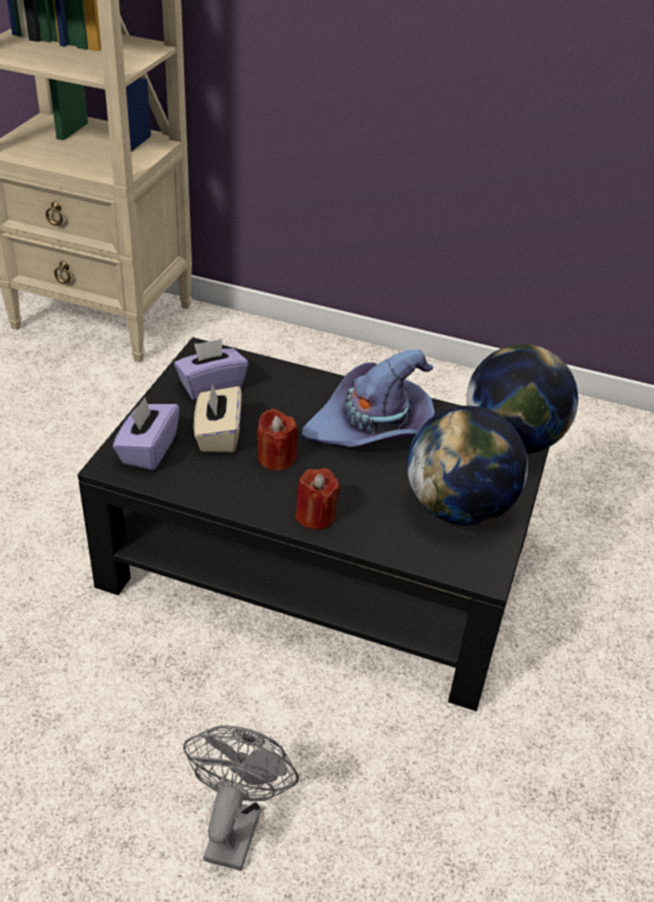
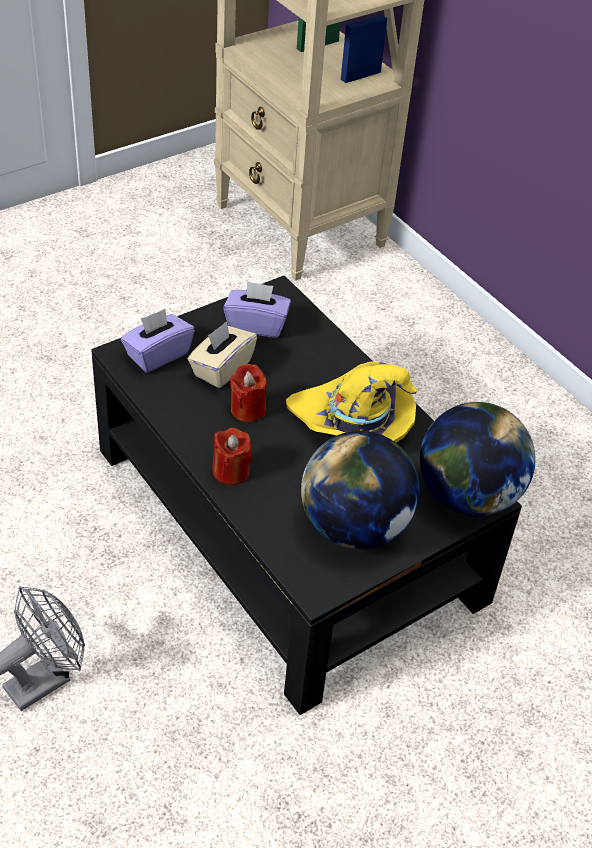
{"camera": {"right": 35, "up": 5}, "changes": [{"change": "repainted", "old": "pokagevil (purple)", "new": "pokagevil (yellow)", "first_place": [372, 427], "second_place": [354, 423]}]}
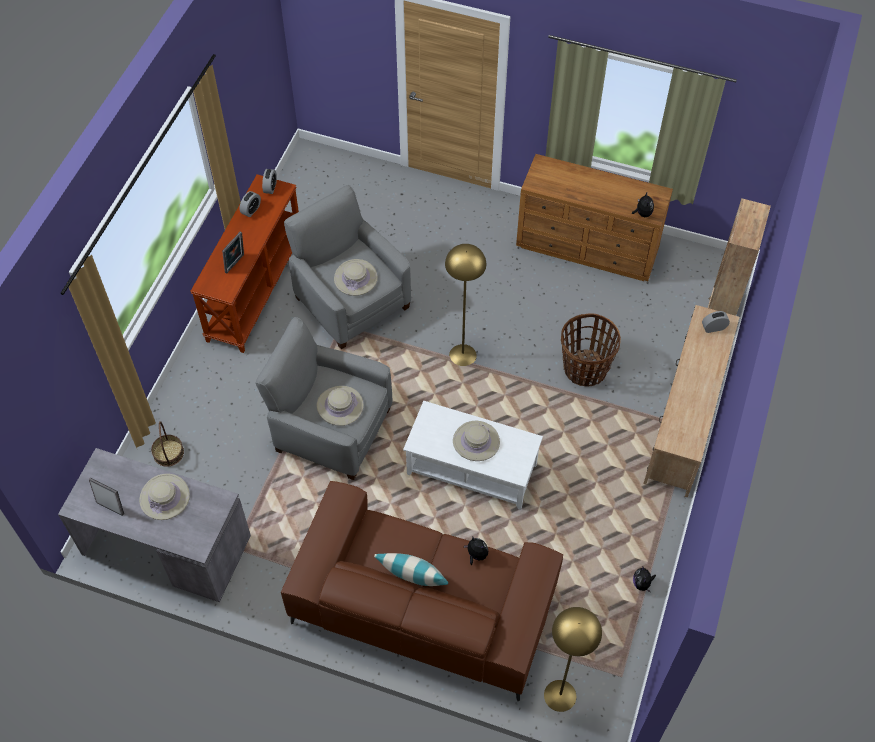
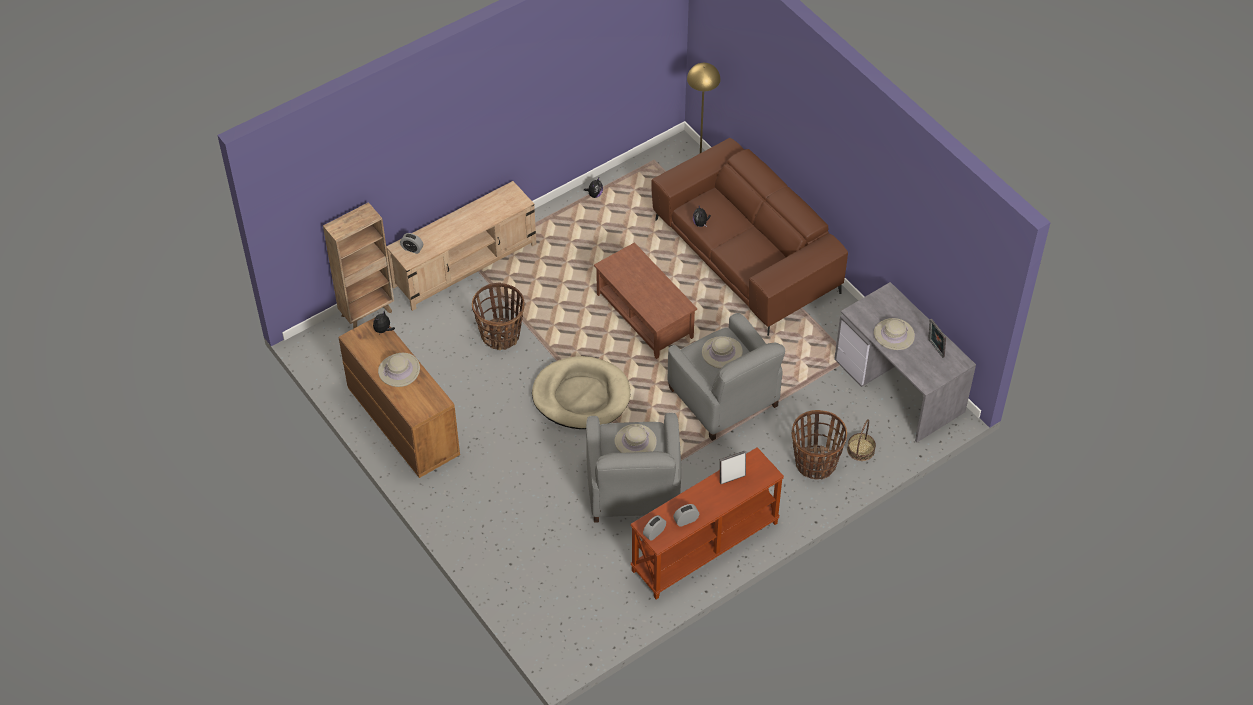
{"camera": {"right": -145, "up": -5}, "changes": [{"change": "gone", "old": "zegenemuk", "first_place": [412, 581]}, {"change": "new", "new": "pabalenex", "second_place": [815, 463]}, {"change": "shifted", "old": "pokagevil (beige)", "first_place": [476, 442], "second_place": [399, 370]}, {"change": "swapped", "old": "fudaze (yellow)", "new": "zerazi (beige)", "first_place": [463, 355], "second_place": [581, 396]}, {"change": "repainted", "old": "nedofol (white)", "new": "nedofol (brown)", "first_place": [471, 470], "second_place": [645, 316]}]}
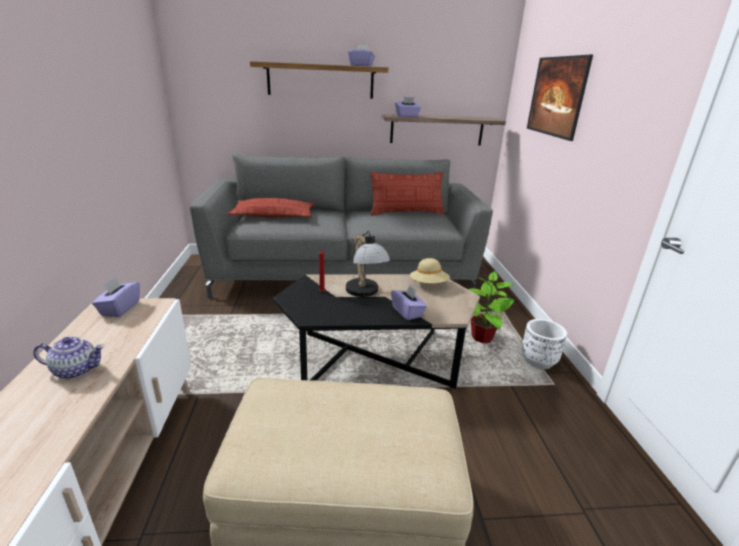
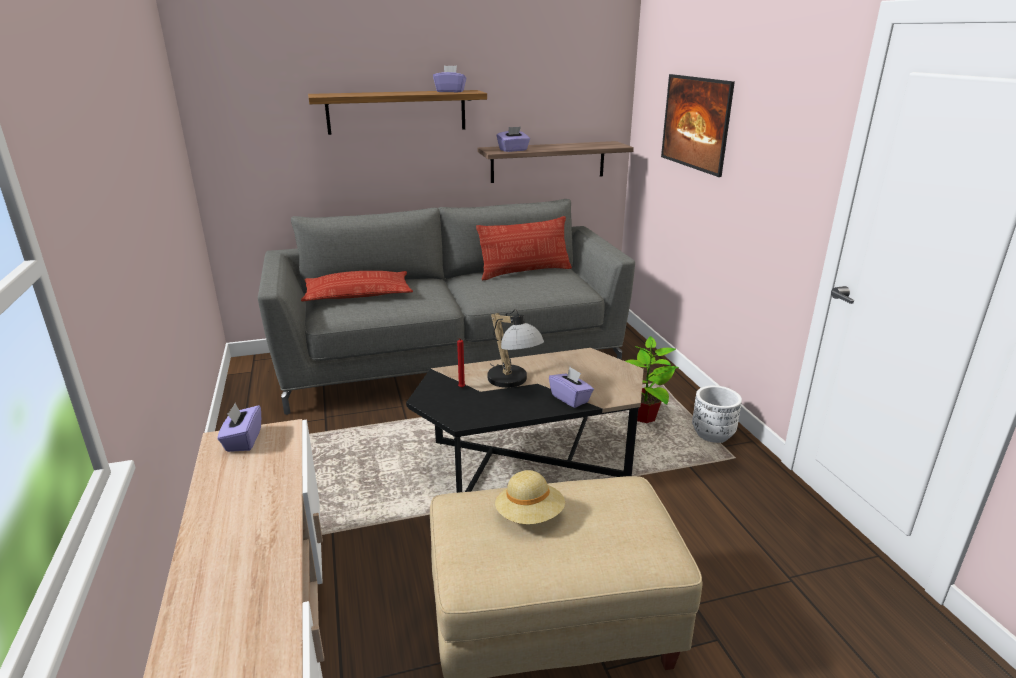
{"camera": {"right": -10, "up": 0}, "changes": [{"change": "gone", "old": "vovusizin", "first_place": [76, 370]}, {"change": "shifted", "old": "pokagevil (beige)", "first_place": [429, 284], "second_place": [530, 516]}]}
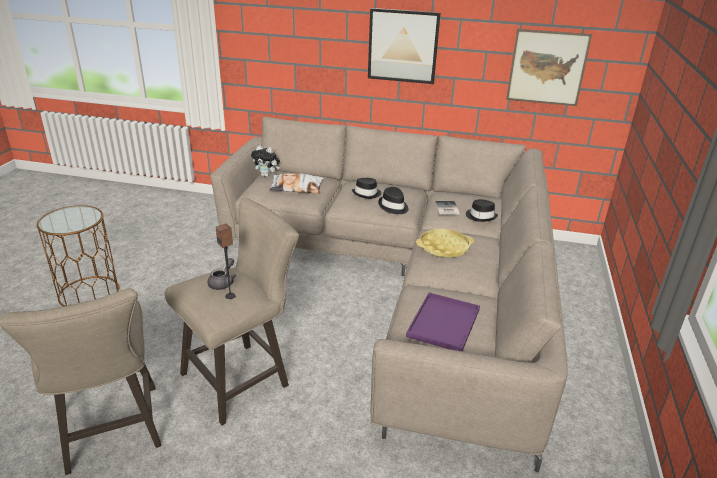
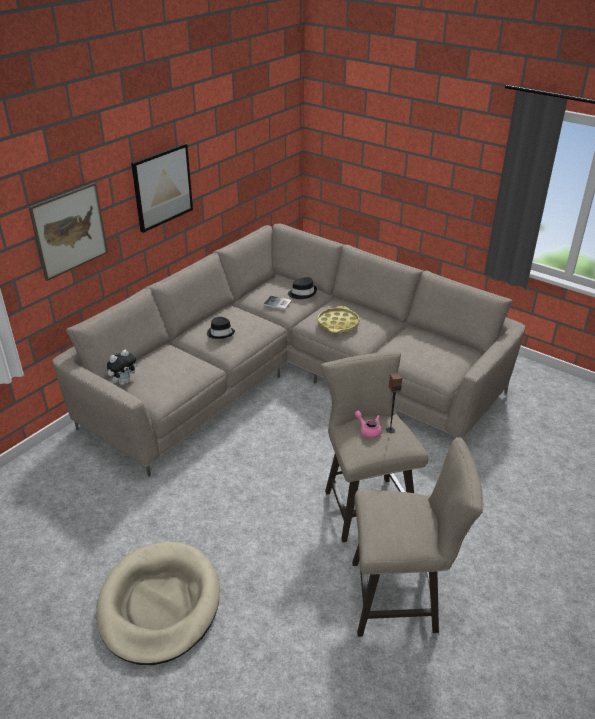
{"camera": {"right": -65, "up": 5}, "changes": [{"change": "gone", "old": "zegenemuk", "first_place": [296, 187]}, {"change": "gone", "old": "pokagevil (black)", "first_place": [393, 206]}, {"change": "gone", "old": "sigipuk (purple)", "first_place": [444, 324]}, {"change": "shifted", "old": "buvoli", "first_place": [547, 67], "second_place": [70, 231]}, {"change": "swapped", "old": "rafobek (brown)", "new": "zerazi (beige)", "first_place": [88, 293], "second_place": [159, 605]}, {"change": "repainted", "old": "vovusizin (grey)", "new": "vovusizin (pink)", "first_place": [223, 282], "second_place": [368, 430]}]}
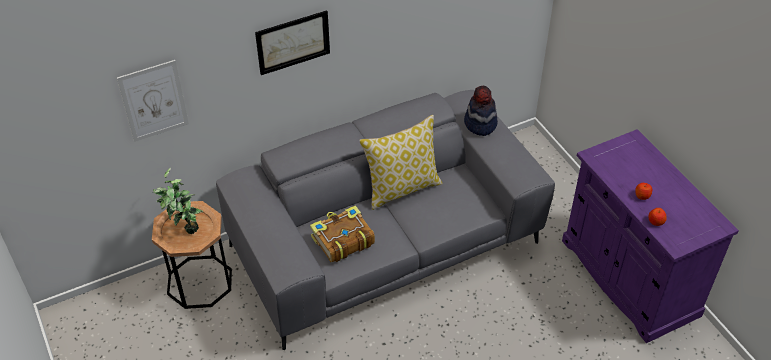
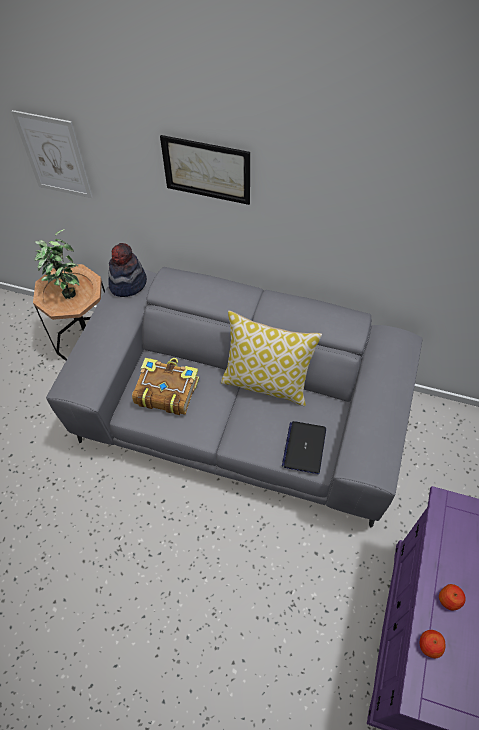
{"camera": {"right": 45, "up": 10}, "changes": [{"change": "new", "new": "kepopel", "second_place": [304, 447]}, {"change": "shifted", "old": "pokagevil", "first_place": [480, 124], "second_place": [127, 283]}]}
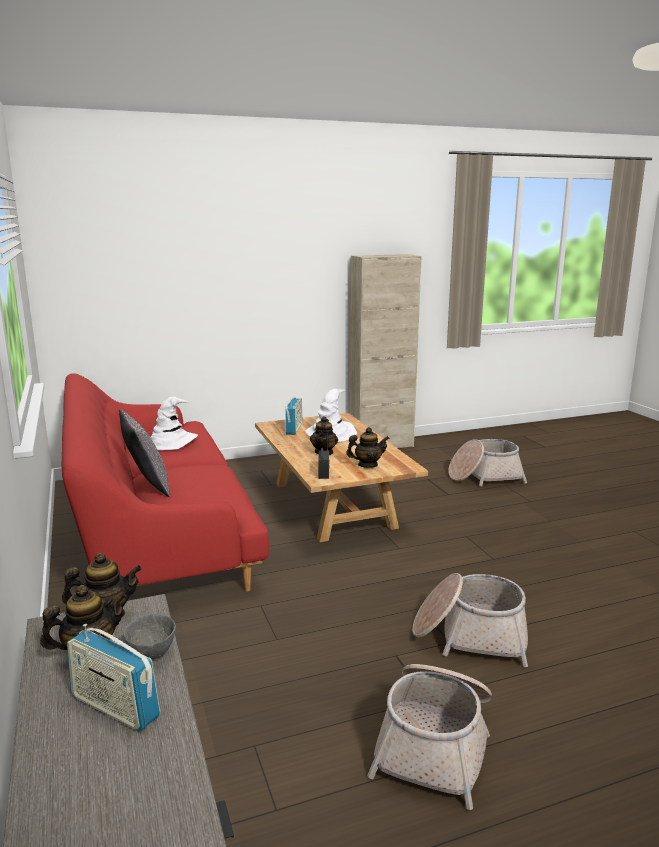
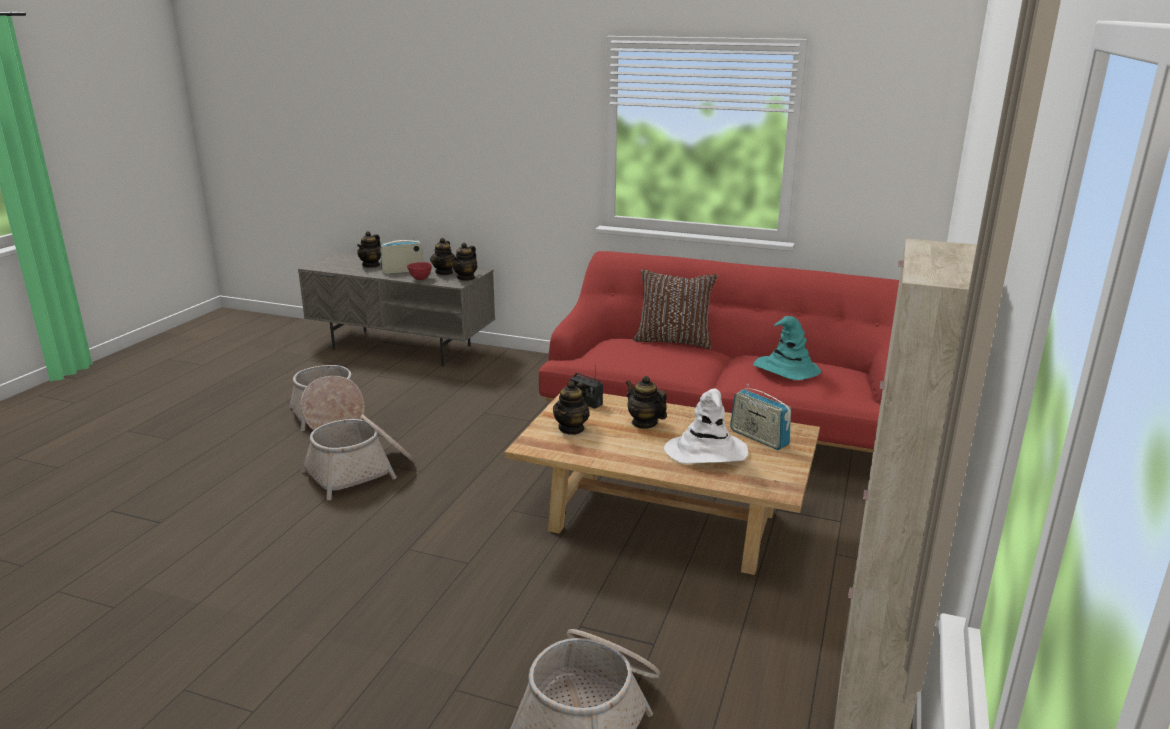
{"camera": {"right": 130, "up": 5}, "changes": [{"change": "new", "new": "vovusizin", "second_place": [371, 265]}, {"change": "repainted", "old": "zegenemuk (grey)", "new": "zegenemuk (brown)", "first_place": [147, 485], "second_place": [673, 341]}, {"change": "repainted", "old": "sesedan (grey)", "new": "sesedan (red)", "first_place": [153, 654], "second_place": [420, 279]}, {"change": "repainted", "old": "pokagevil (white)", "new": "pokagevil (turquoise)", "first_place": [171, 442], "second_place": [786, 369]}]}
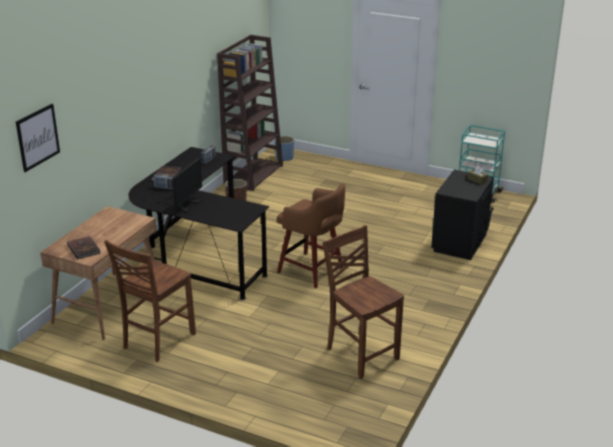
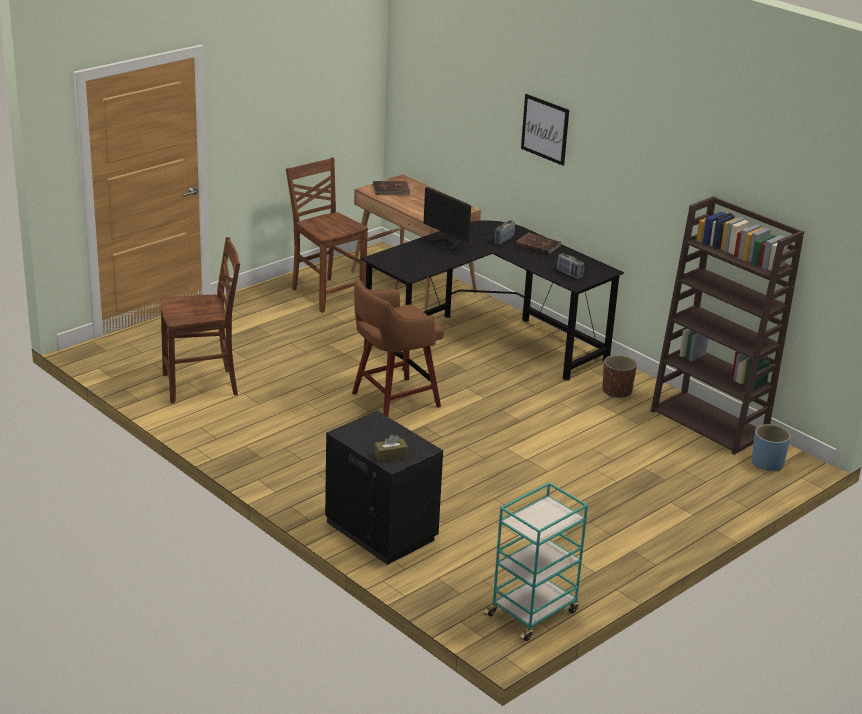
{"camera": {"right": 110, "up": 0}, "changes": [{"change": "shifted", "old": "buvoli", "first_place": [38, 137], "second_place": [545, 129]}]}
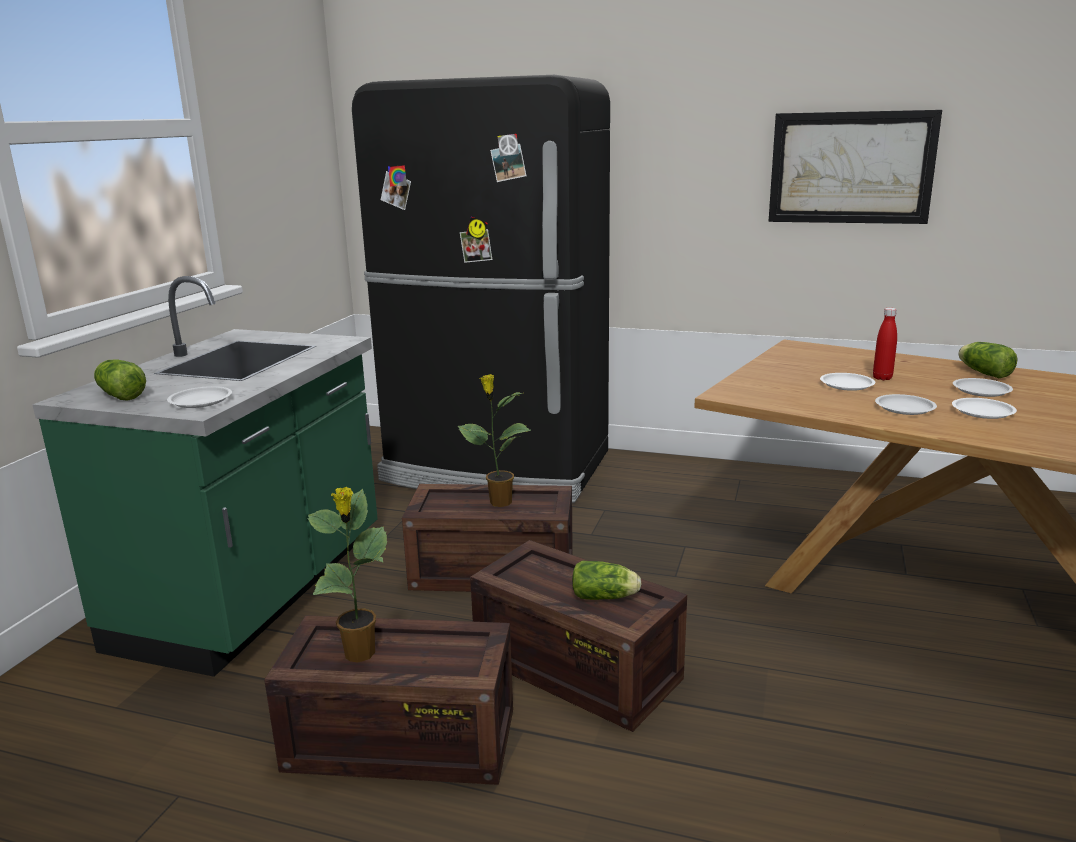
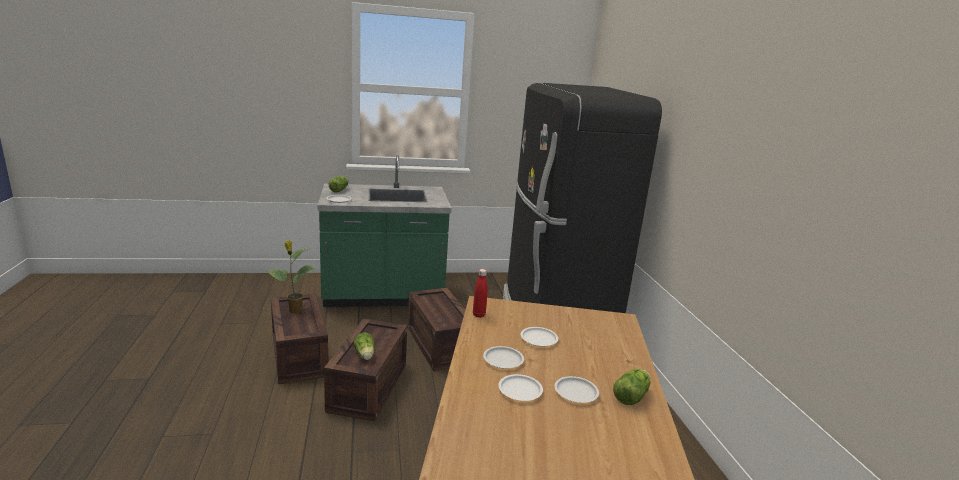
{"camera": {"right": 60, "up": 0}, "changes": [{"change": "gone", "old": "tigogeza", "first_place": [499, 502]}, {"change": "gone", "old": "buvoli", "first_place": [851, 168]}, {"change": "shifted", "old": "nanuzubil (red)", "first_place": [882, 378], "second_place": [479, 315]}]}
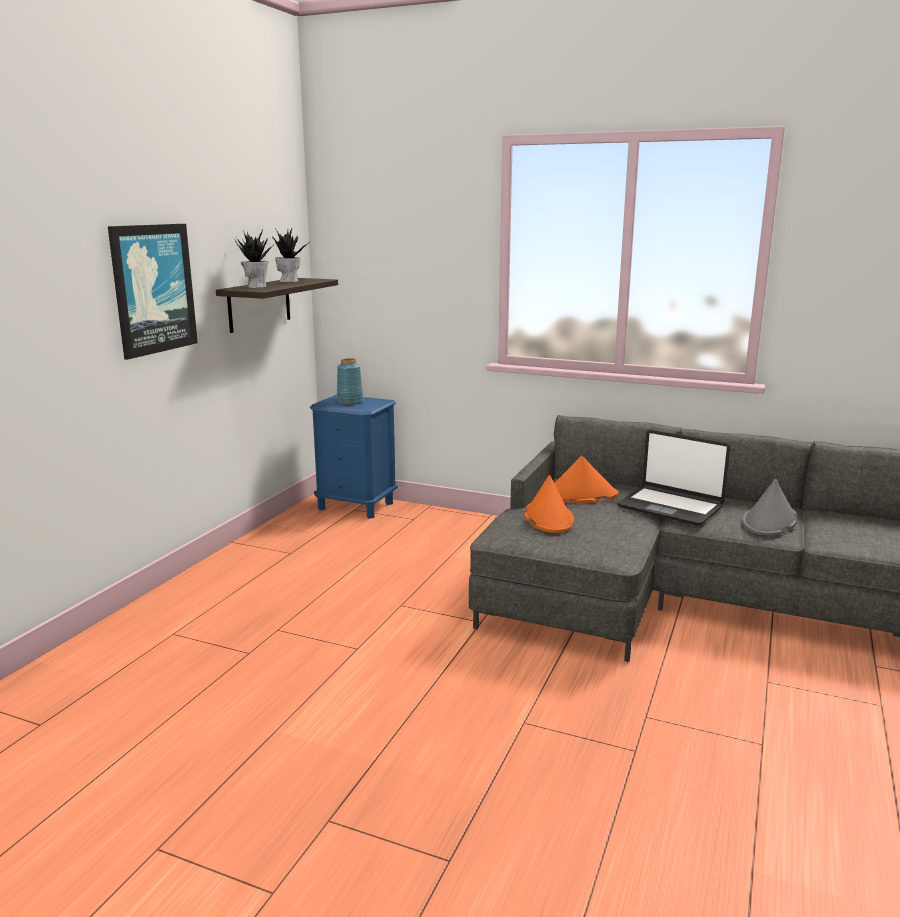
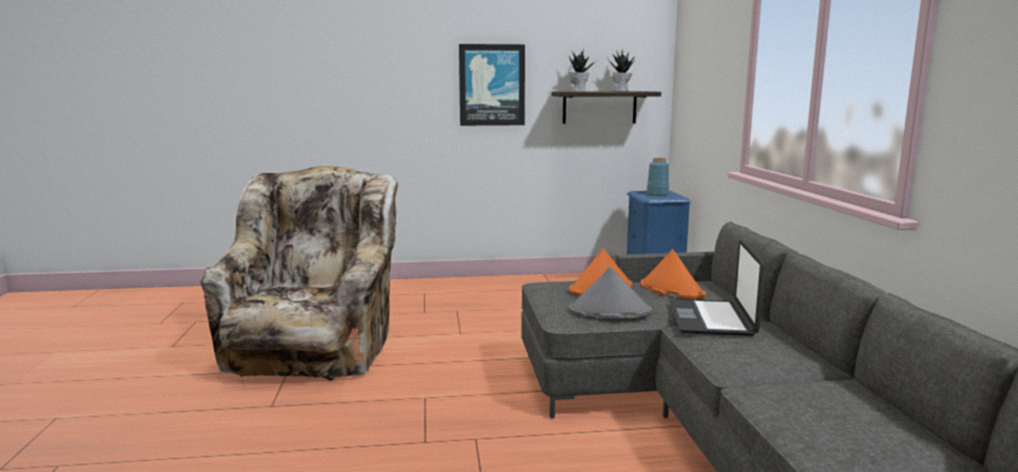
{"camera": {"right": 60, "up": -5}, "changes": [{"change": "new", "new": "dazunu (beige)", "second_place": [316, 350]}, {"change": "shifted", "old": "pokagevil (grey)", "first_place": [769, 521], "second_place": [609, 311]}]}
